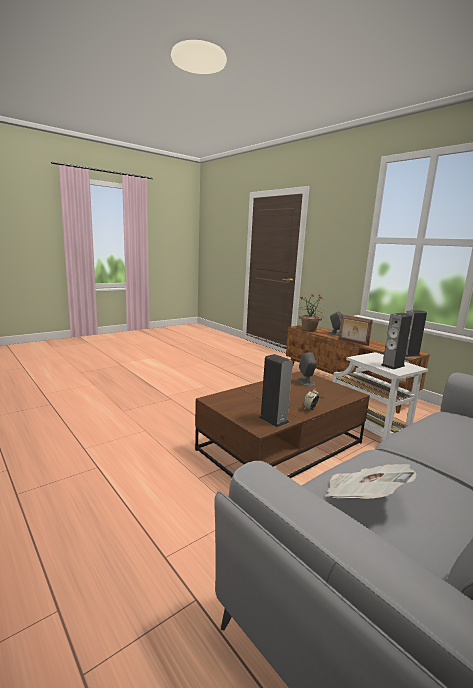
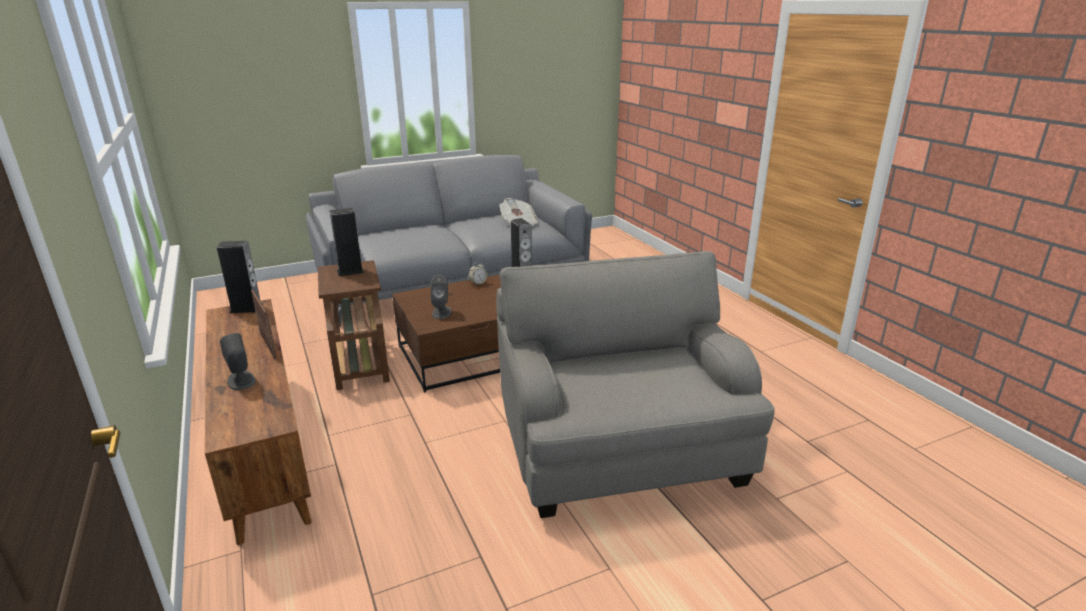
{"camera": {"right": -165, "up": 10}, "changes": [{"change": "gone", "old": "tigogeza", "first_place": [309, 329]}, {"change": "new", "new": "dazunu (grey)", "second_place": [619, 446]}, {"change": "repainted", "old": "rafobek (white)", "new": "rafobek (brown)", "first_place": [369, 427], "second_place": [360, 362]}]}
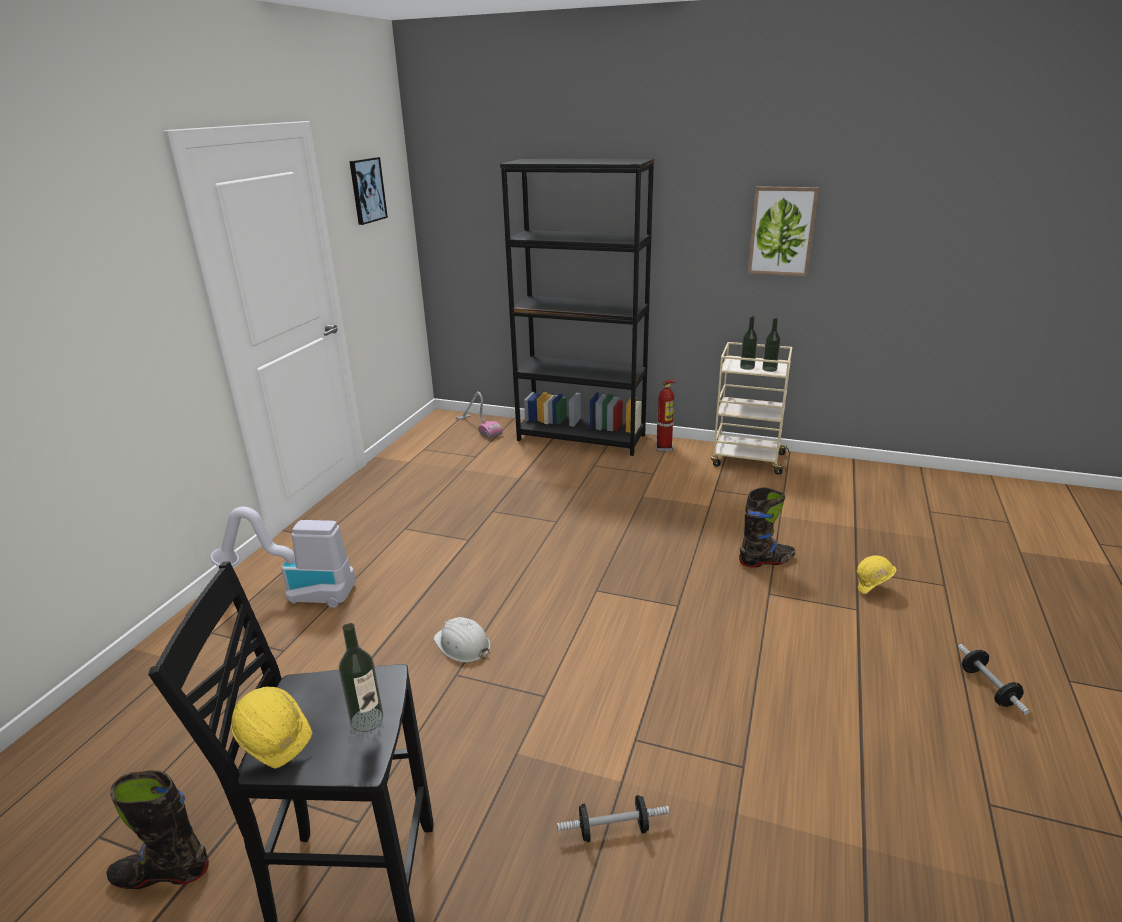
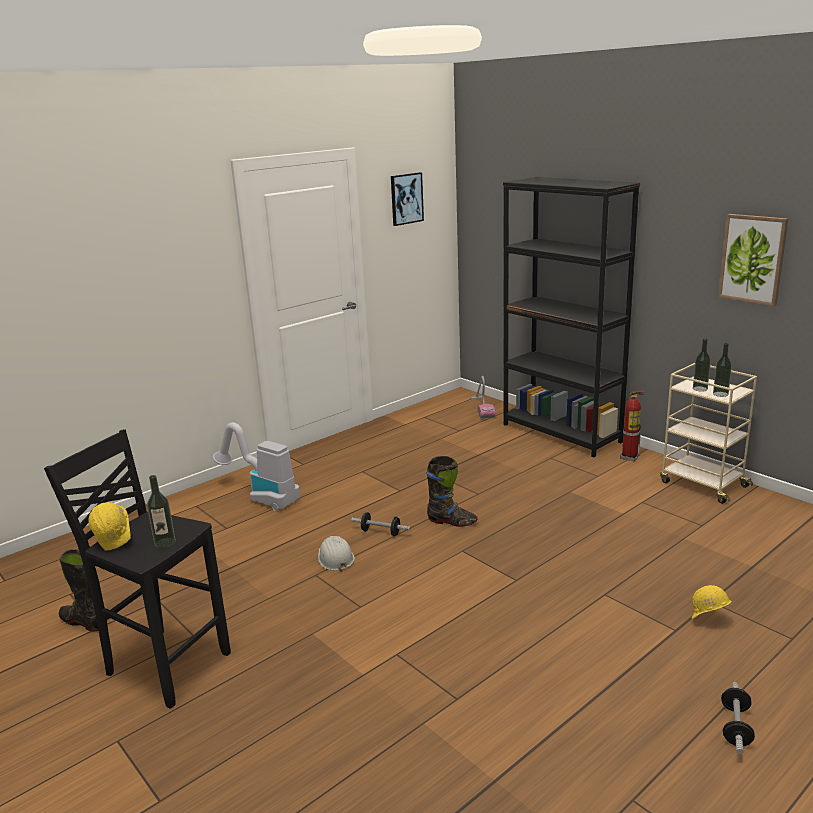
{"camera": {"right": 30, "up": -5}, "changes": [{"change": "shifted", "old": "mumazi", "first_place": [613, 829], "second_place": [381, 532]}, {"change": "shifted", "old": "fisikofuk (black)", "first_place": [766, 561], "second_place": [452, 522]}]}
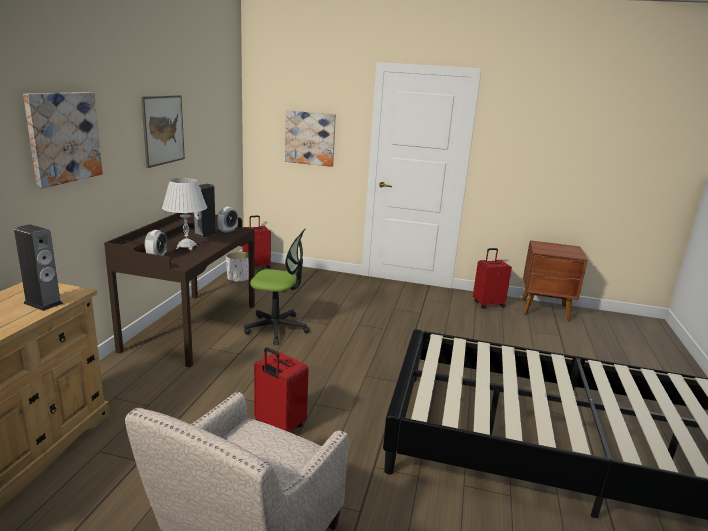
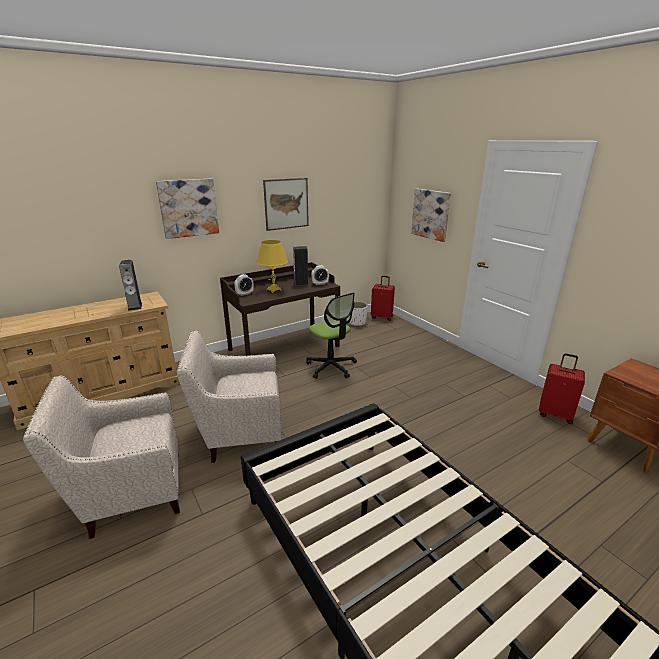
{"camera": {"right": 45, "up": 5}, "changes": [{"change": "swapped", "old": "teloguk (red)", "new": "dazunu (beige)", "first_place": [278, 426], "second_place": [240, 432]}, {"change": "repainted", "old": "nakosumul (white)", "new": "nakosumul (yellow)", "first_place": [186, 247], "second_place": [274, 290]}]}
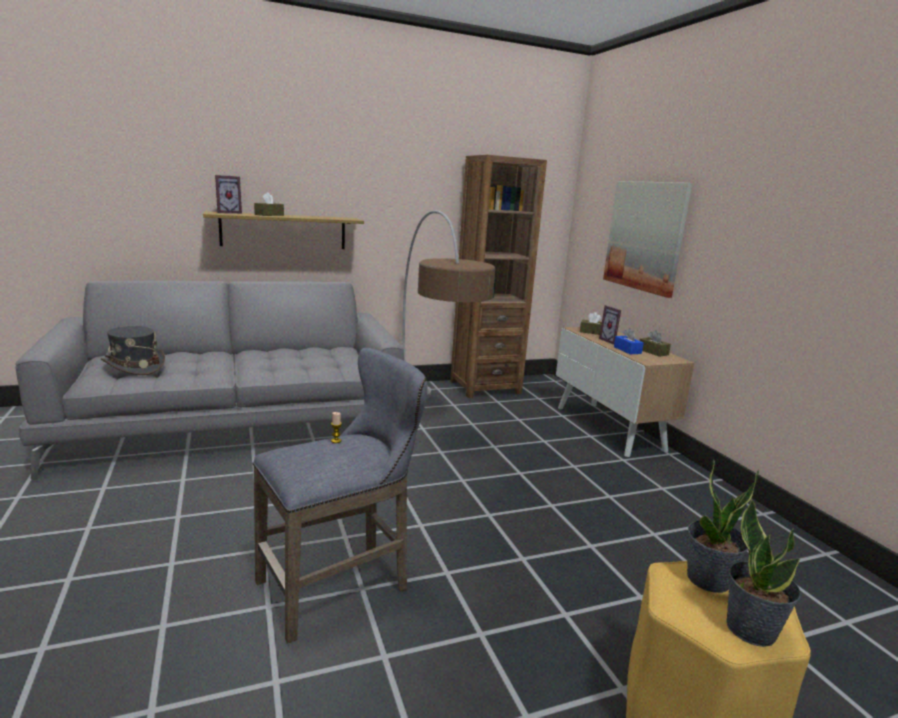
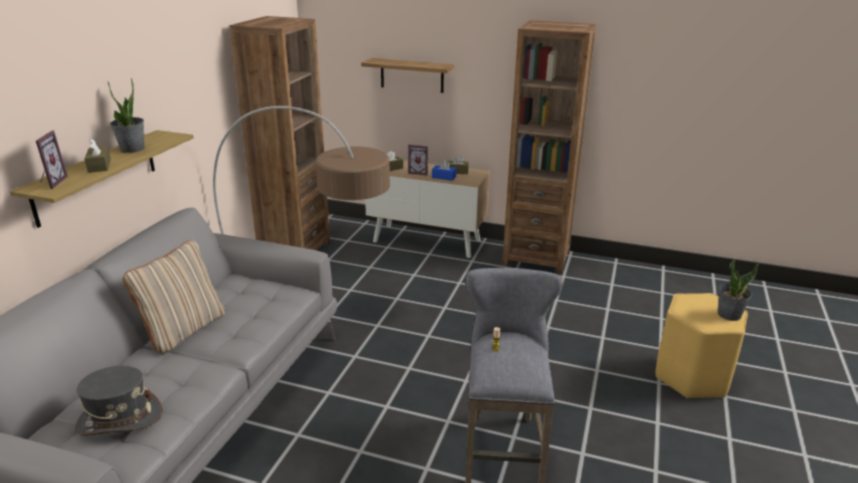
{"camera": {"right": -50, "up": 10}, "changes": [{"change": "new", "new": "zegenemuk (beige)", "second_place": [183, 329]}, {"change": "new", "new": "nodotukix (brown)", "second_place": [536, 258]}, {"change": "shifted", "old": "tigogeza", "first_place": [708, 579], "second_place": [132, 149]}, {"change": "swapped", "old": "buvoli", "new": "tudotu", "first_place": [645, 236], "second_place": [412, 75]}]}
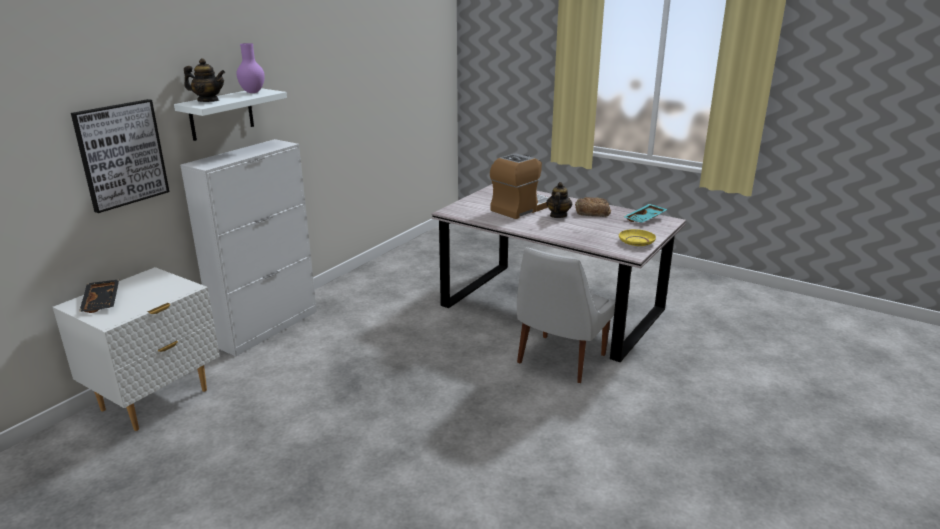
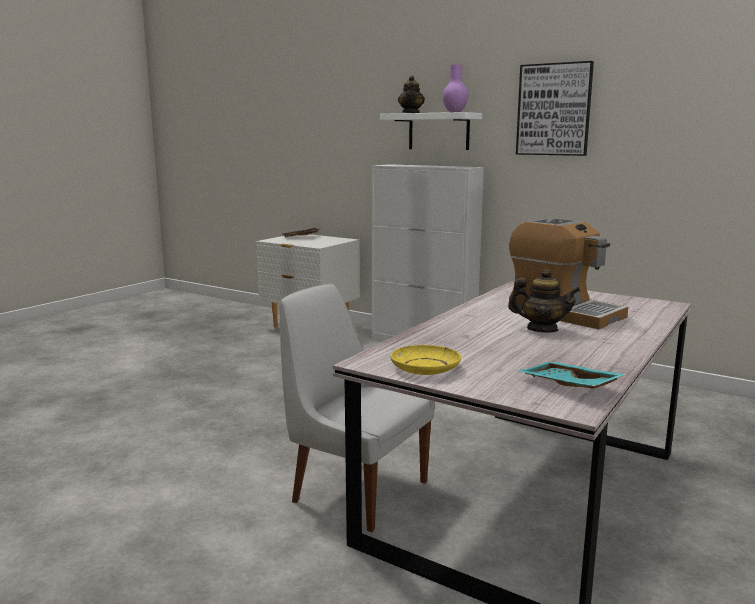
{"camera": {"right": 90, "up": -10}, "changes": [{"change": "gone", "old": "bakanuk", "first_place": [591, 212]}, {"change": "shifted", "old": "buvoli", "first_place": [121, 154], "second_place": [554, 109]}]}
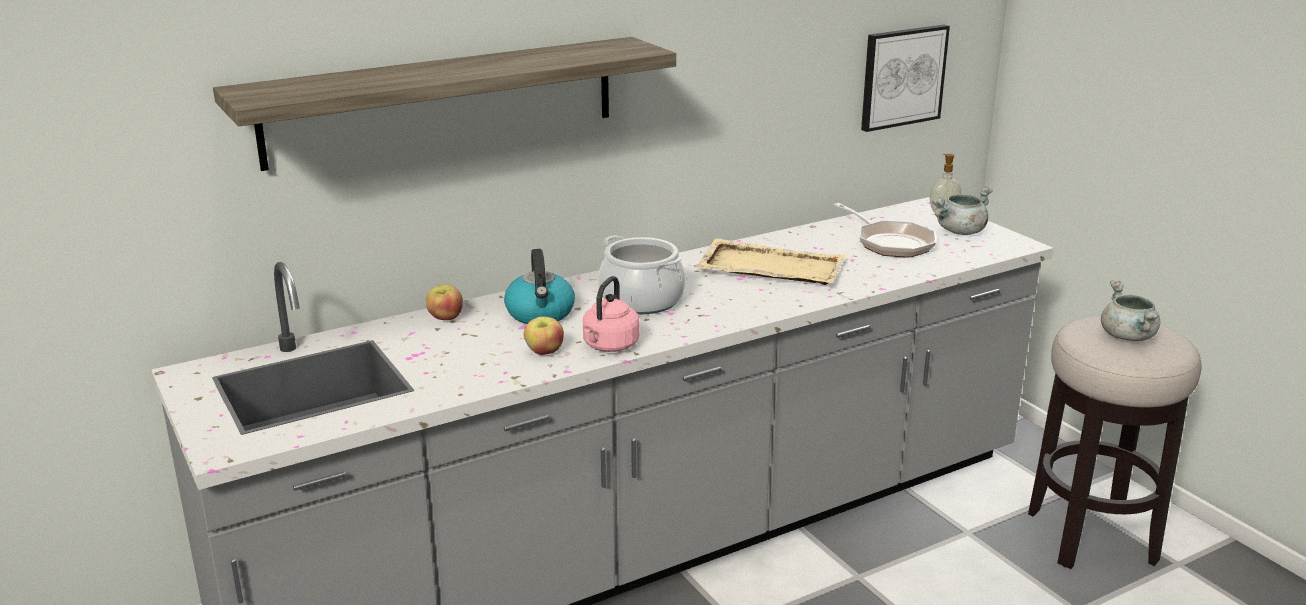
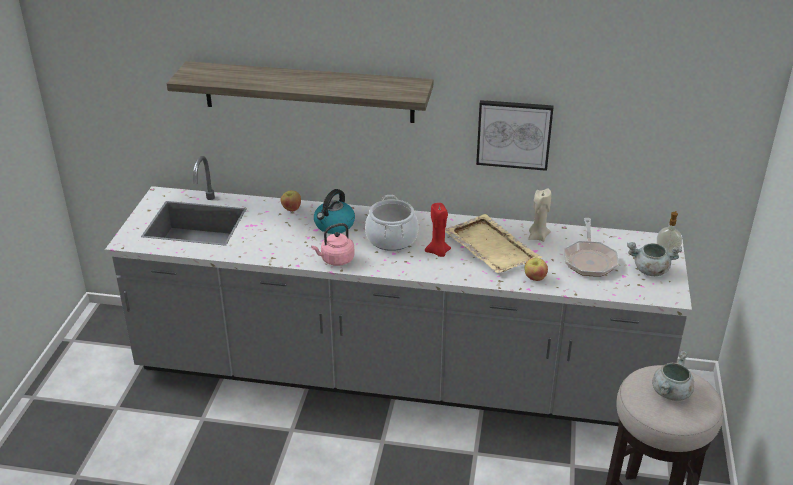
{"camera": {"right": 40, "up": 10}, "changes": [{"change": "new", "new": "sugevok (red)", "second_place": [438, 252]}, {"change": "new", "new": "sugevok (beige)", "second_place": [538, 237]}, {"change": "shifted", "old": "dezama", "first_place": [544, 352], "second_place": [535, 278]}, {"change": "shifted", "old": "buvoli", "first_place": [902, 77], "second_place": [514, 134]}]}
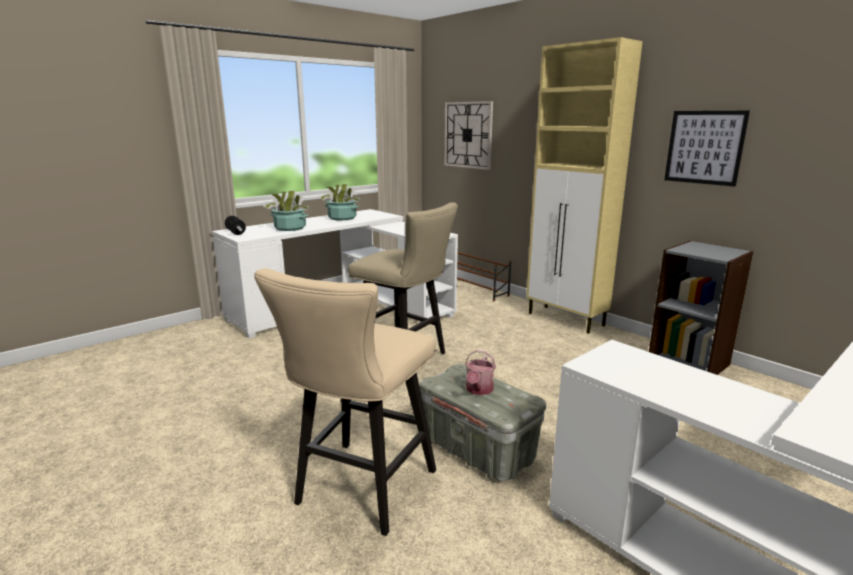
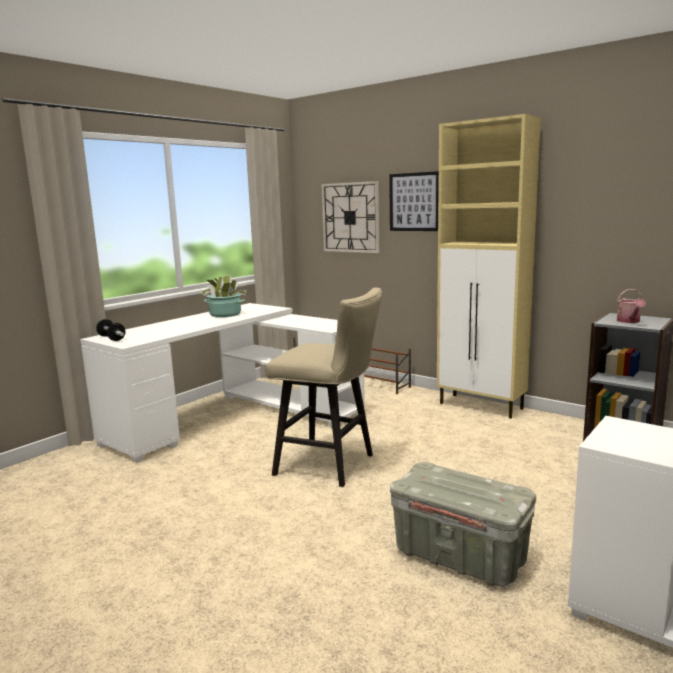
{"camera": {"right": -10, "up": -5}, "changes": [{"change": "gone", "old": "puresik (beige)", "first_place": [360, 492]}, {"change": "gone", "old": "tigogeza", "first_place": [290, 228]}, {"change": "shifted", "old": "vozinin", "first_place": [478, 390], "second_place": [629, 321]}, {"change": "shifted", "old": "buvoli", "first_place": [704, 147], "second_place": [414, 202]}]}
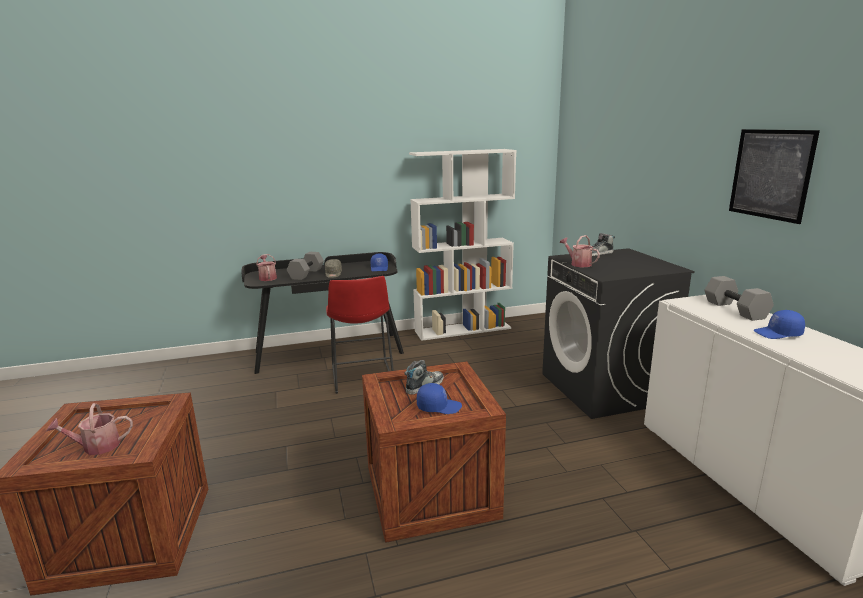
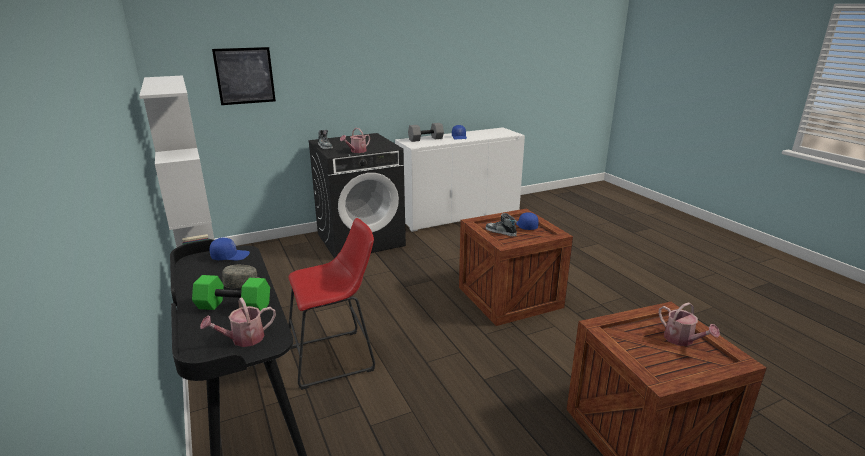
{"camera": {"right": -100, "up": 5}, "changes": [{"change": "shifted", "old": "buvoli", "first_place": [770, 174], "second_place": [245, 76]}, {"change": "repainted", "old": "mumazi (grey)", "new": "mumazi (green)", "first_place": [306, 274], "second_place": [233, 307]}]}
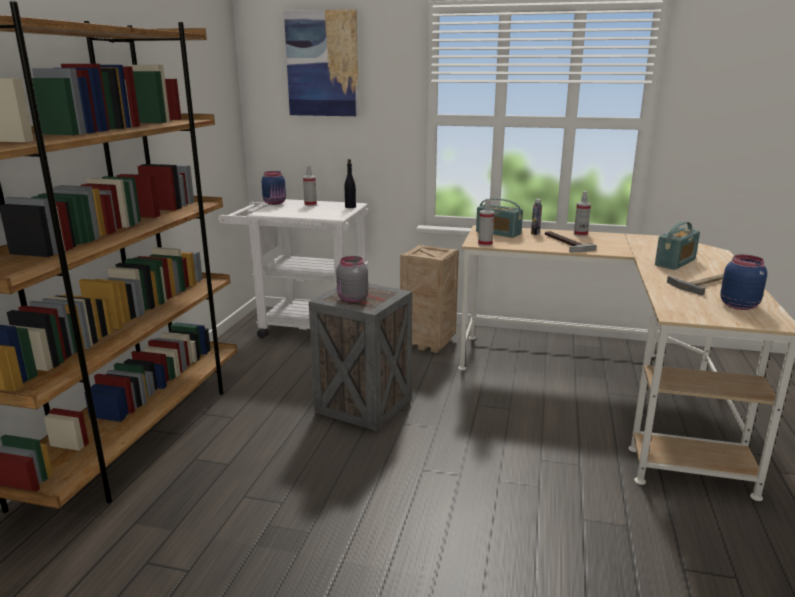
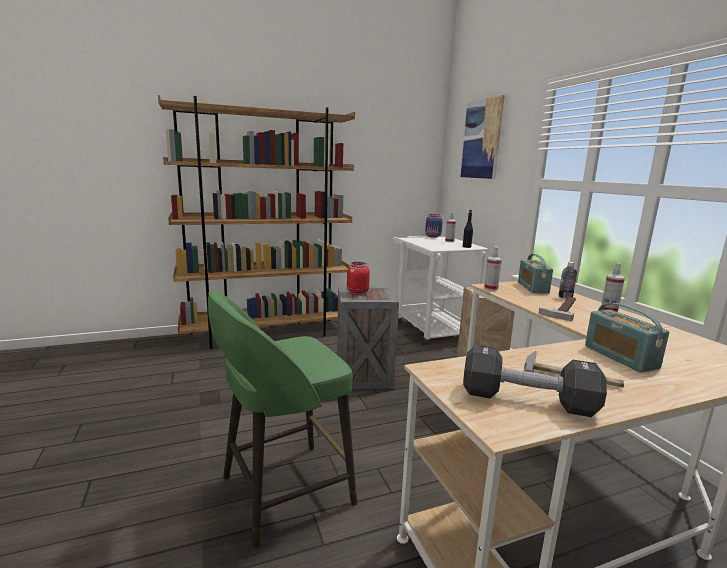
{"camera": {"right": 55, "up": -5}, "changes": [{"change": "new", "new": "puresik (green)", "second_place": [283, 491]}, {"change": "swapped", "old": "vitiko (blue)", "new": "mumazi (black)", "first_place": [738, 305], "second_place": [527, 400]}, {"change": "repainted", "old": "vitiko (grey)", "new": "vitiko (red)", "first_place": [352, 299], "second_place": [357, 292]}, {"change": "rotated", "old": "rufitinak", "first_place": [675, 262], "second_place": [620, 357], "degrees": 60}]}
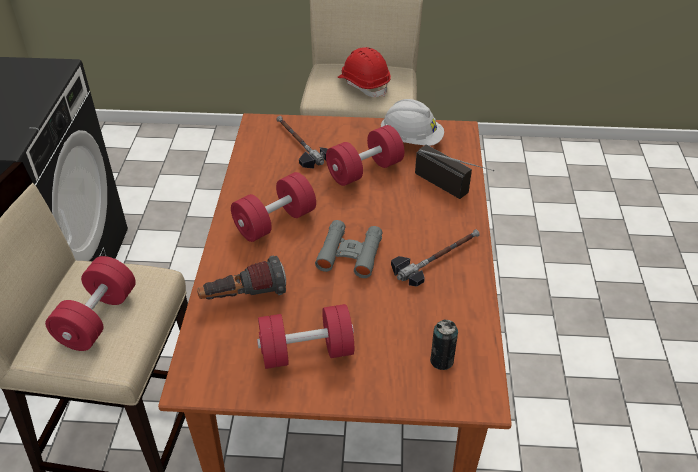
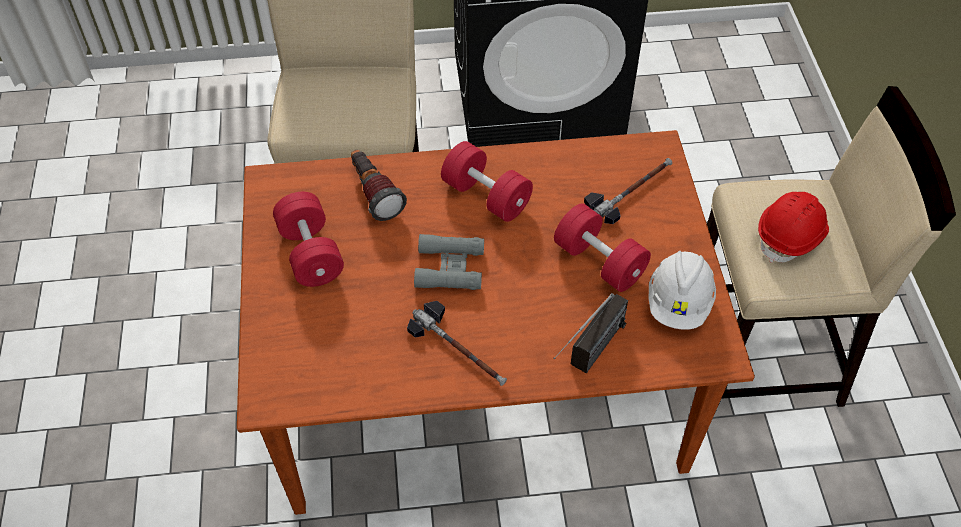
{"camera": {"right": 80, "up": 10}, "changes": [{"change": "gone", "old": "mumazi (red)", "first_place": [97, 318]}, {"change": "gone", "old": "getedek", "first_place": [441, 360]}]}
